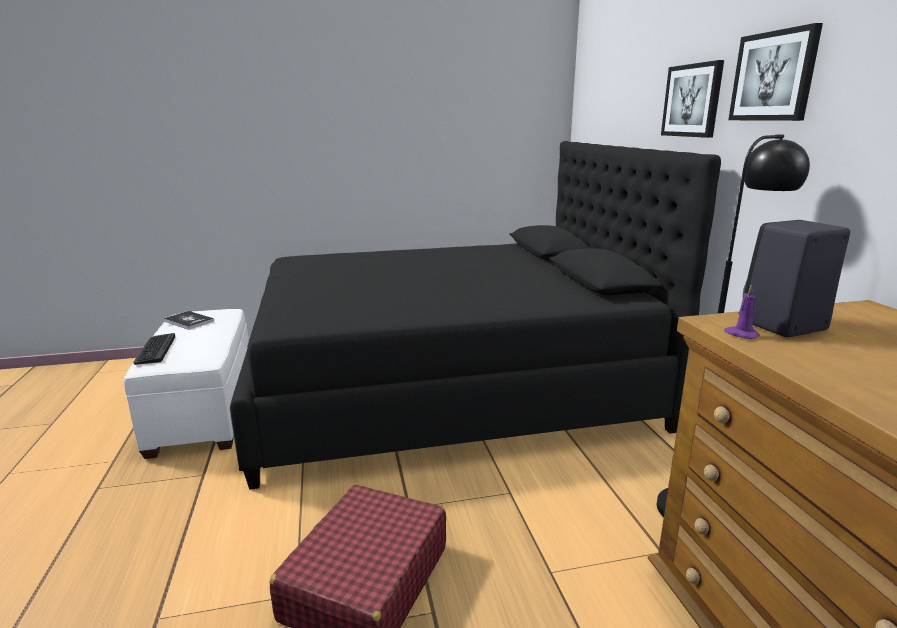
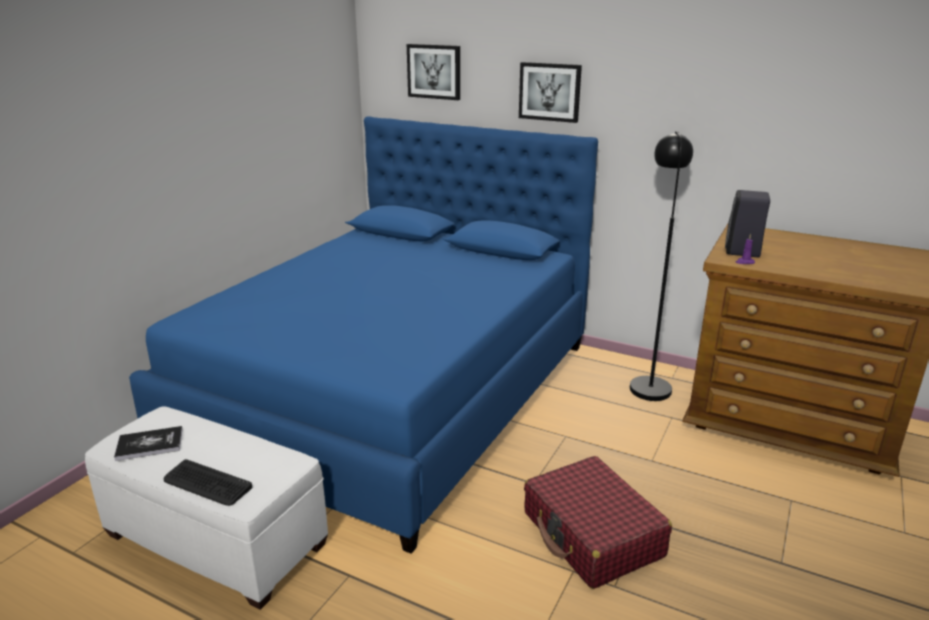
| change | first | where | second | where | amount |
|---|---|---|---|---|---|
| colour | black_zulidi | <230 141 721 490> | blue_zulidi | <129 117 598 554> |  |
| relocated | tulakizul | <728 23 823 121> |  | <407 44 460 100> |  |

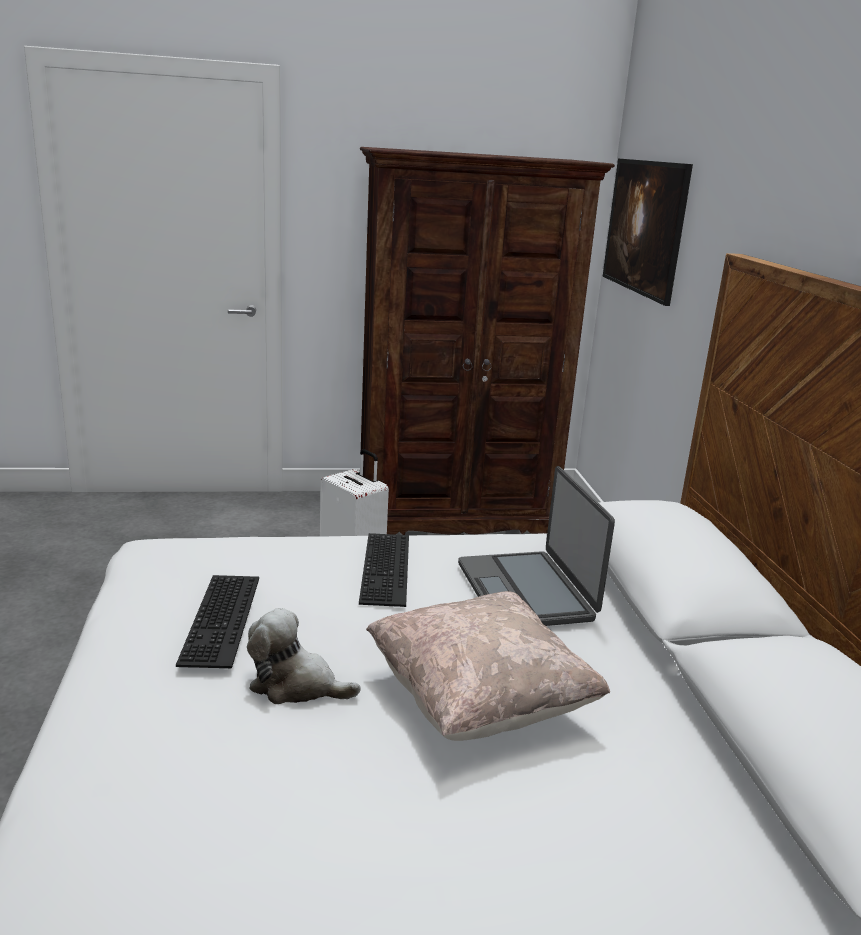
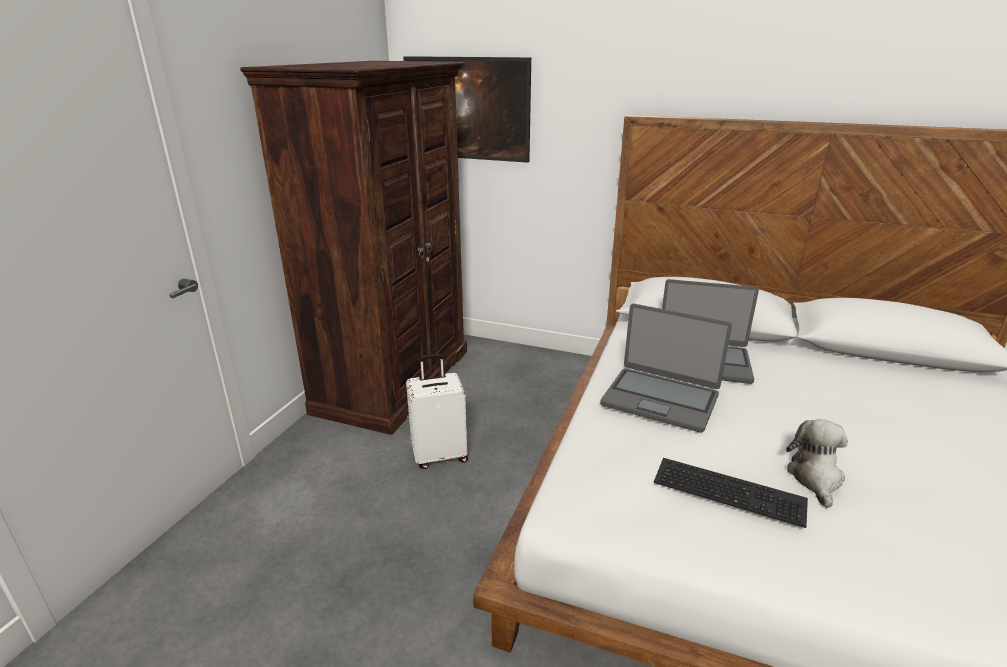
| change | first | where | second | where | amount |
|---|---|---|---|---|---|
| spun | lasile | <247 608 360 704> |  | <786 419 848 508> | 150 degrees clockwise |
| exchanged | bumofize | <359 533 409 607> | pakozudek | <600 304 732 433> |  |
| missing | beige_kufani | <366 591 610 741> |  |  |  |

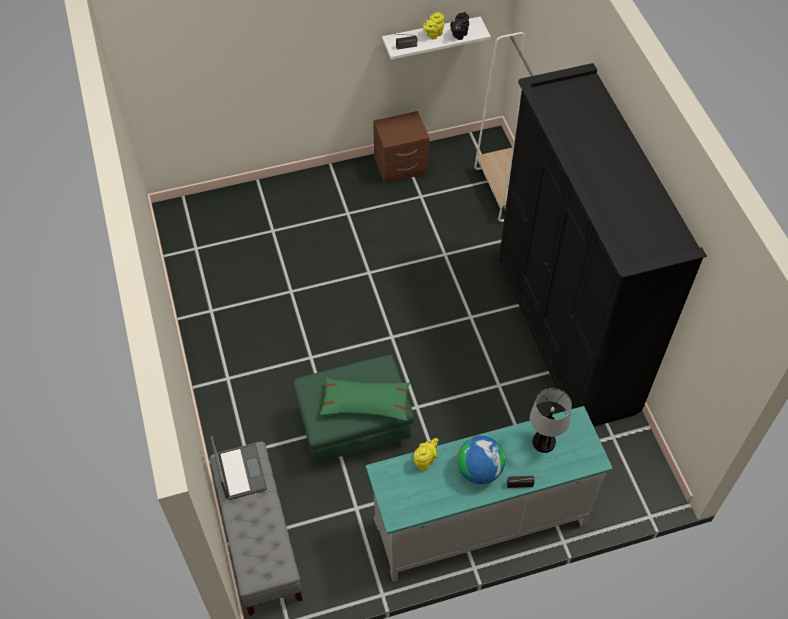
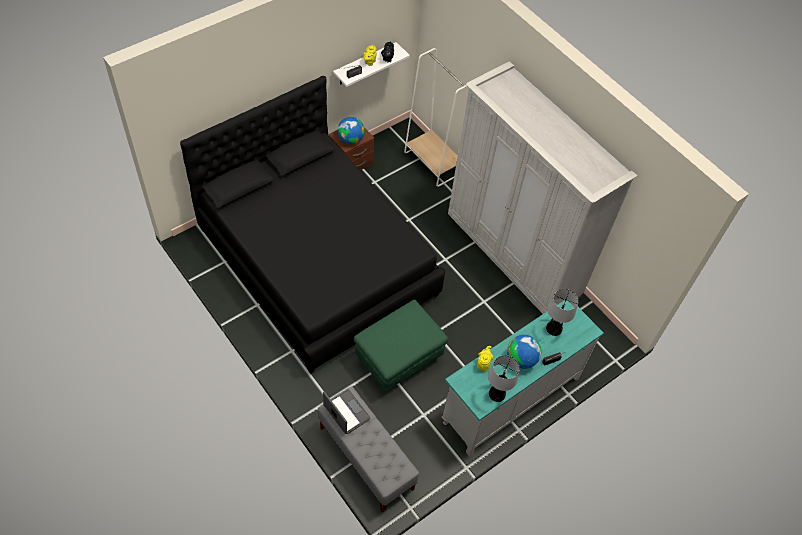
| change | first | where | second | where | amount |
|---|---|---|---|---|---|
| missing | green_kufani | <320 378 410 421> |  |  |  |
| colour | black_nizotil | <499 63 707 427> | white_nizotil | <448 61 637 314> |  |
| appeared |  |  | black_zulidi | <180 76 445 374> |  |
| appeared |  |  | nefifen | <338 117 365 144> |  |
| appeared |  |  | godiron | <488 355 520 402> |  |

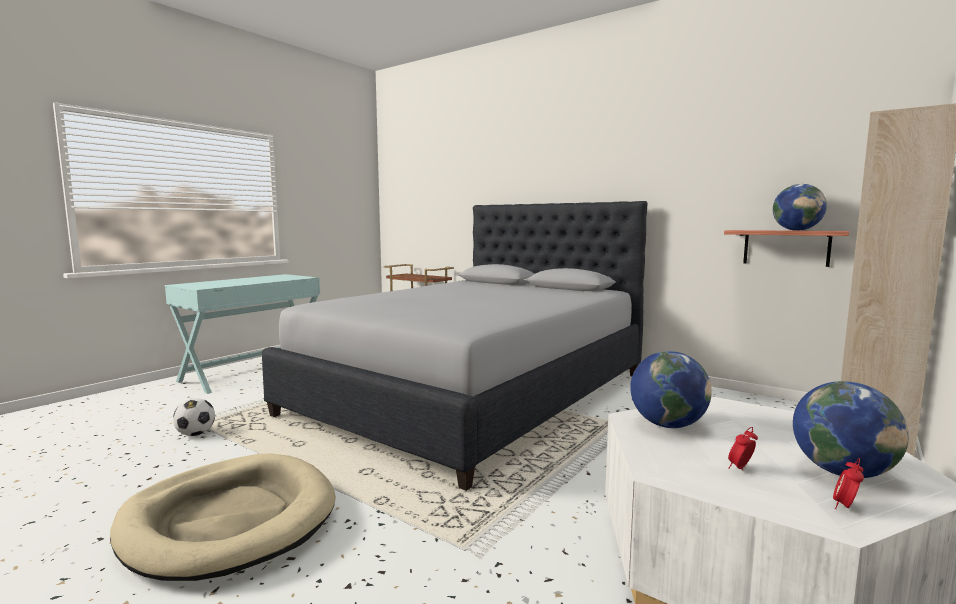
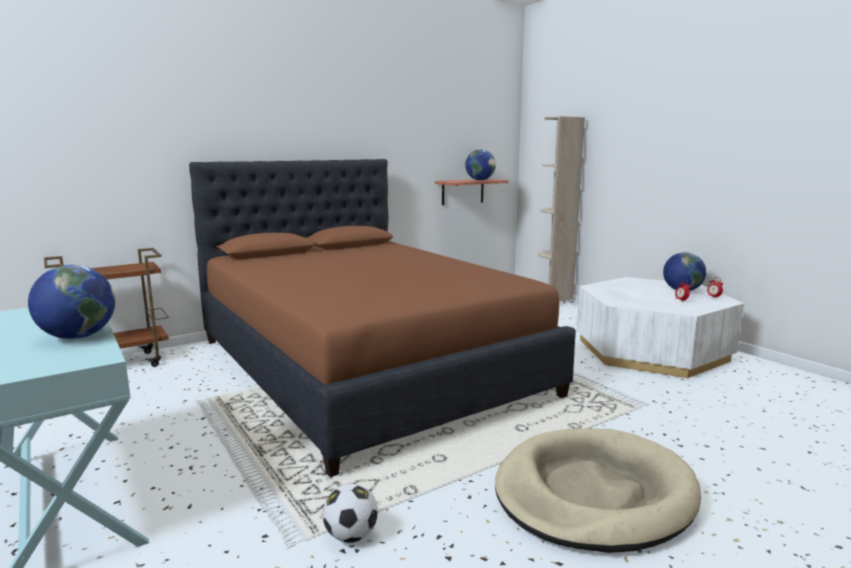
| change | first | where | second | where | amount |
|---|---|---|---|---|---|
| colour | grey_zulidi | <262 201 648 491> | brown_zulidi | <189 159 576 477> |  |
| relocated | nefifen | <630 351 712 428> |  | <28 265 115 339> |  |

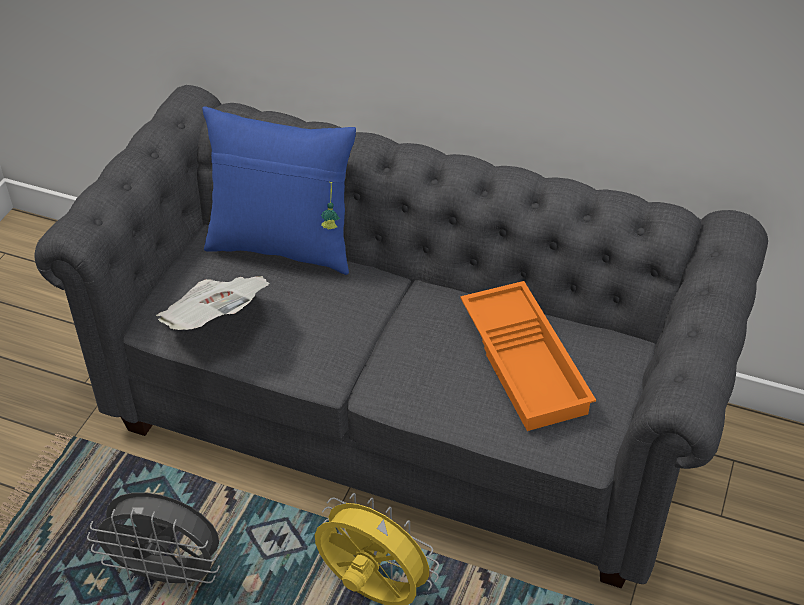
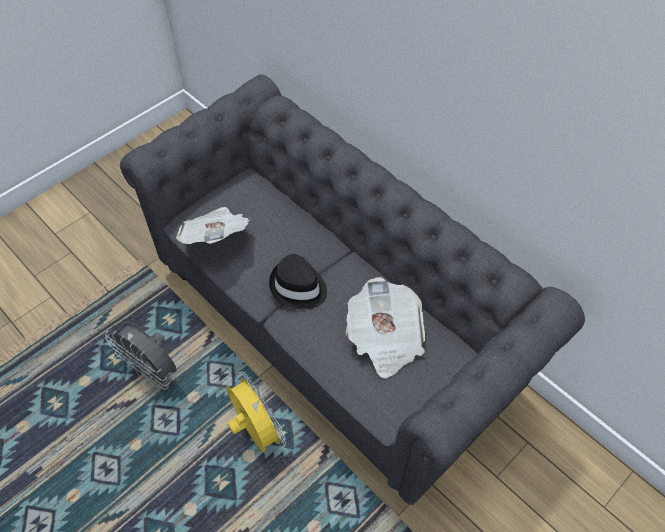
| change | first | where | second | where | amount |
|---|---|---|---|---|---|
| missing | blue_kufani | <202 106 356 275> |  |  |  |
| exchanged | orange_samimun | <460 281 596 431> | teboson | <346 277 425 379> |  |
| appeared |  |  | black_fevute | <269 254 327 310> |  |

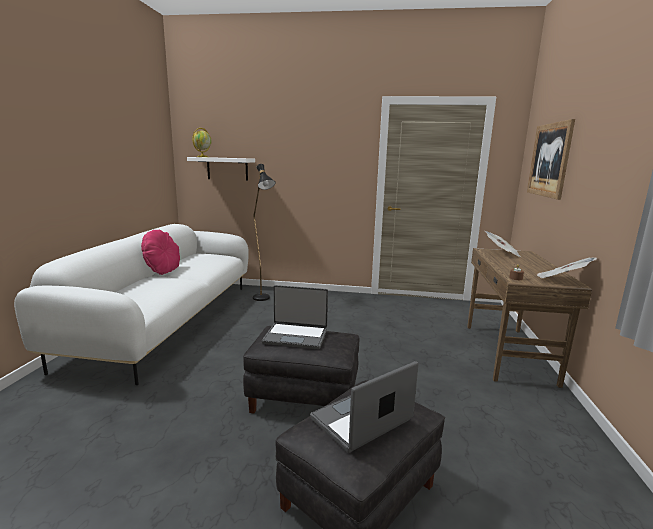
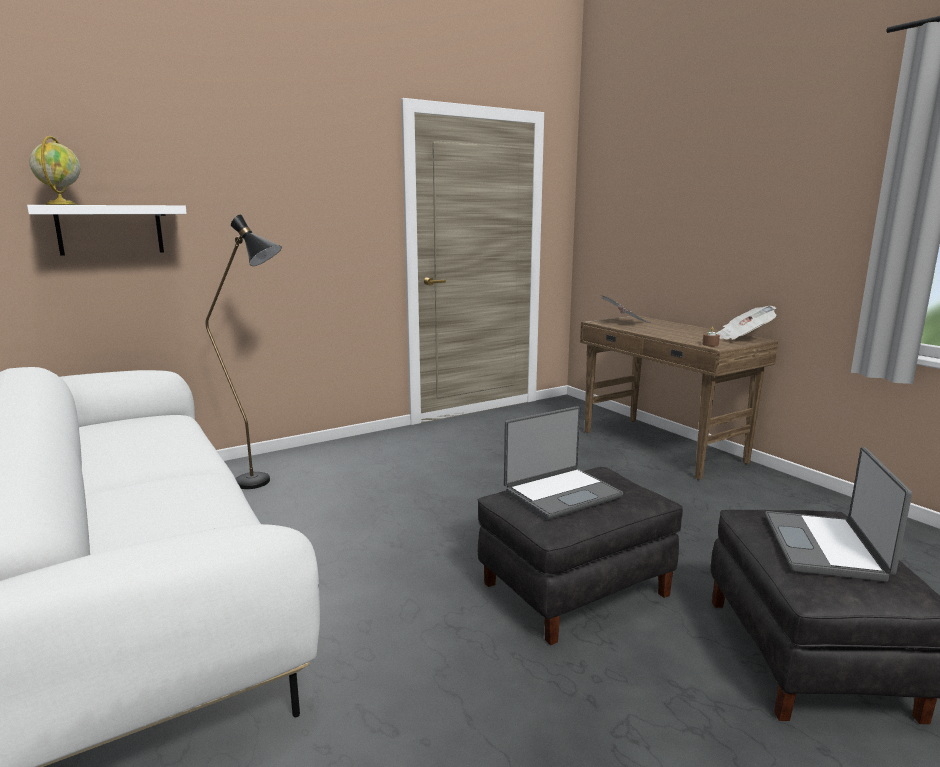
| change | first | where | second | where | amount |
|---|---|---|---|---|---|
| missing | pink_kufani | <141 230 180 275> |  |  |  |
| missing | tulakizul | <527 119 575 200> |  |  |  |

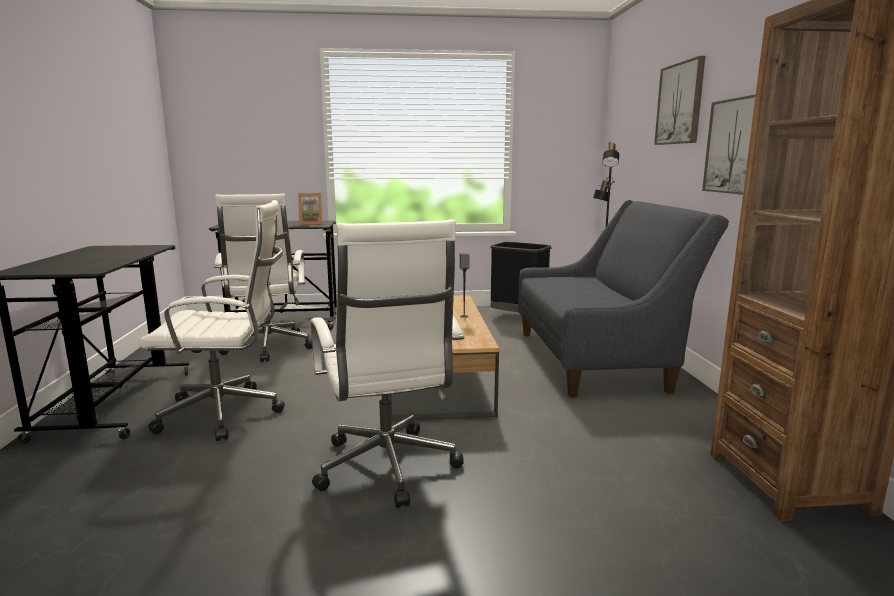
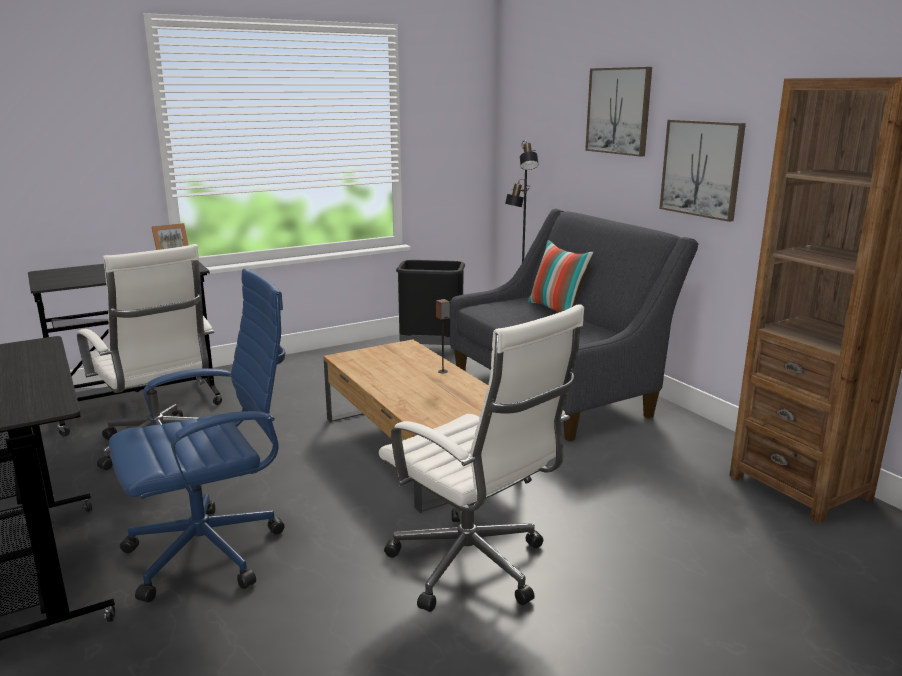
| change | first | where | second | where | amount |
|---|---|---|---|---|---|
| colour | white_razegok | <138 200 285 441> | blue_razegok | <109 269 286 603> |  |
| appeared |  |  | kufani | <528 240 594 312> |  |

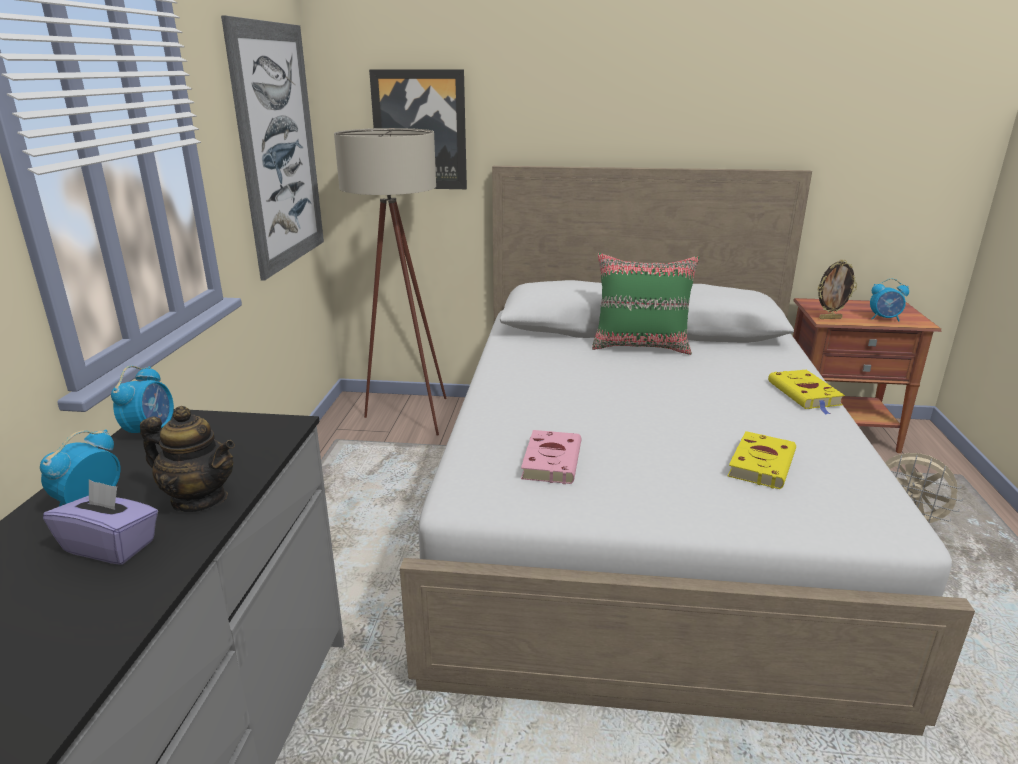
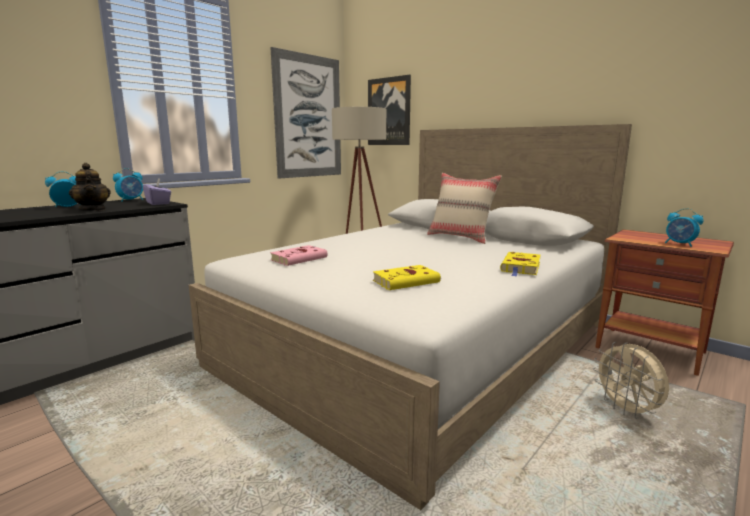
| change | first | where | second | where | amount |
|---|---|---|---|---|---|
| relocated | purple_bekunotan | <43 479 158 565> |  | <143 178 171 205> |  |
| colour | green_kufani | <592 253 699 355> | beige_kufani | <427 173 502 244> |  |
| missing | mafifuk | <817 259 857 319> |  |  |  |

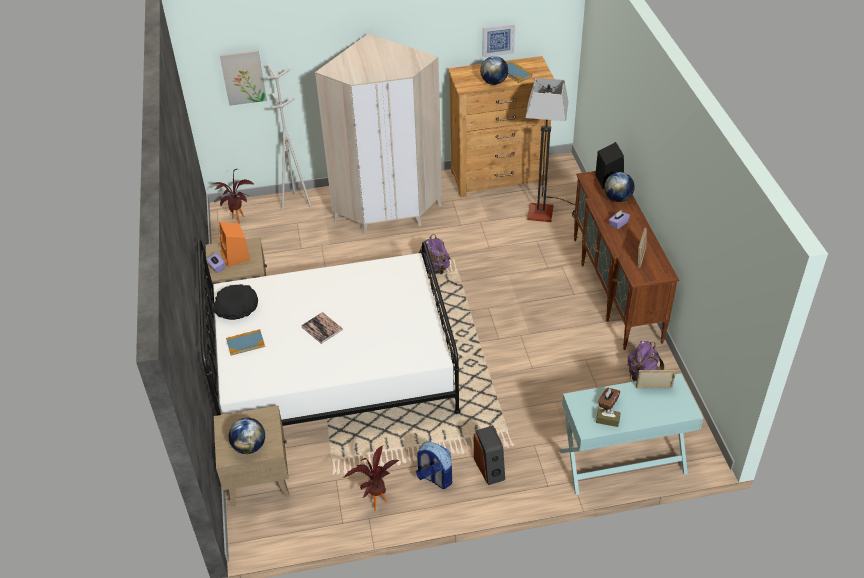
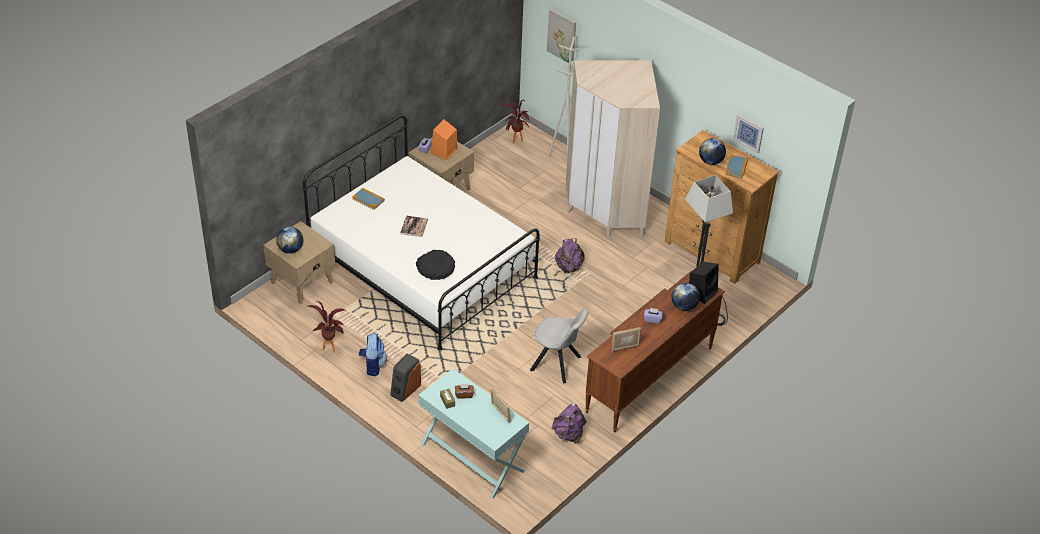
| change | first | where | second | where | amount |
|---|---|---|---|---|---|
| relocated | black_kufani | <213 284 258 320> |  | <416 250 455 280> |  |
| appeared |  |  | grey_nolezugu | <530 309 588 384> |  |

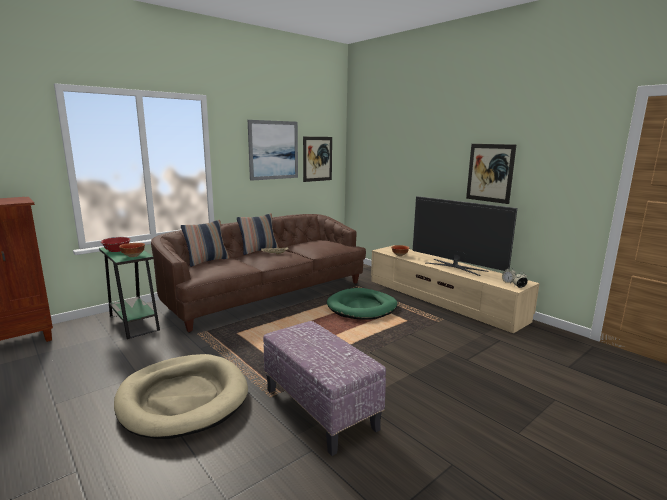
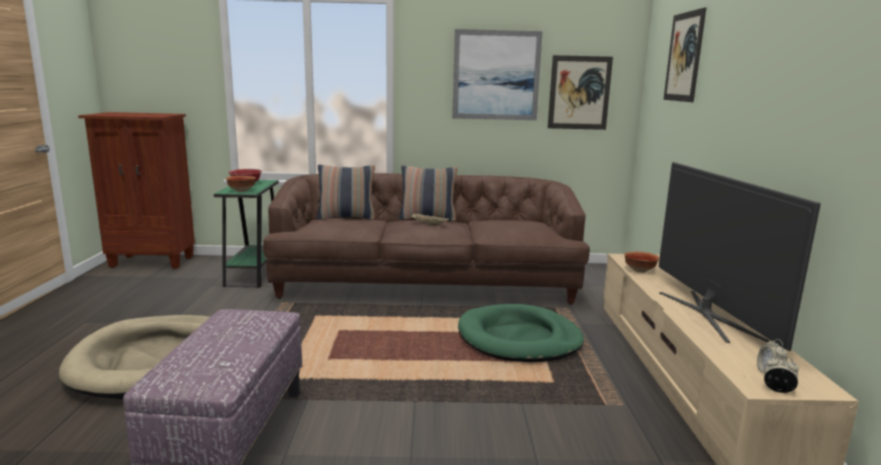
| change | first | where | second | where | amount |
|---|---|---|---|---|---|
| relocated | tulakizul | <466 144 516 204> |  | <663 7 706 102> |  |

